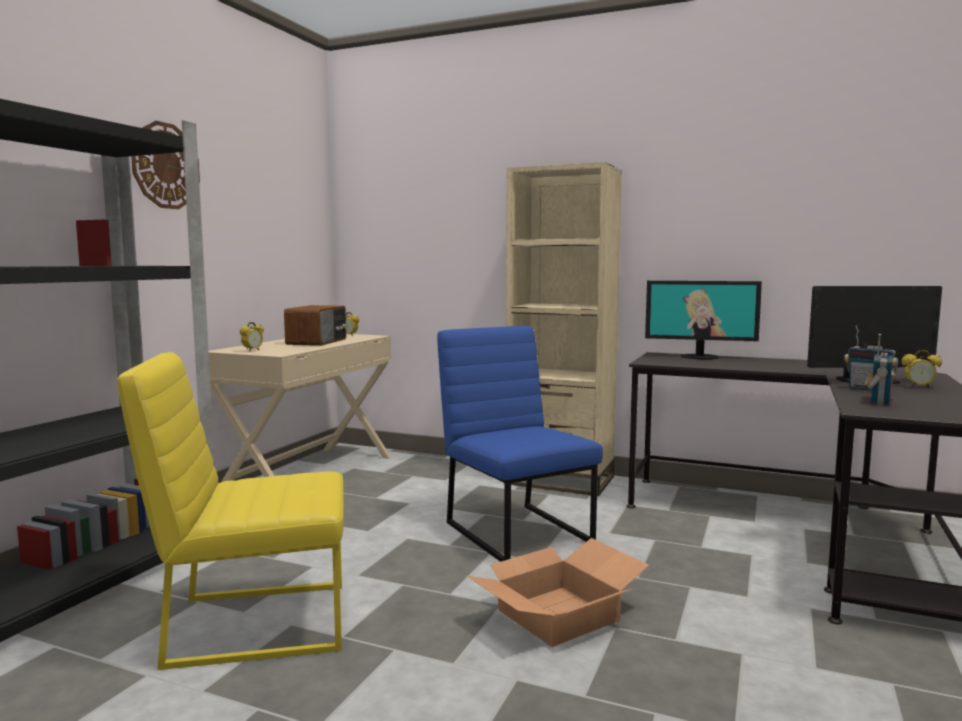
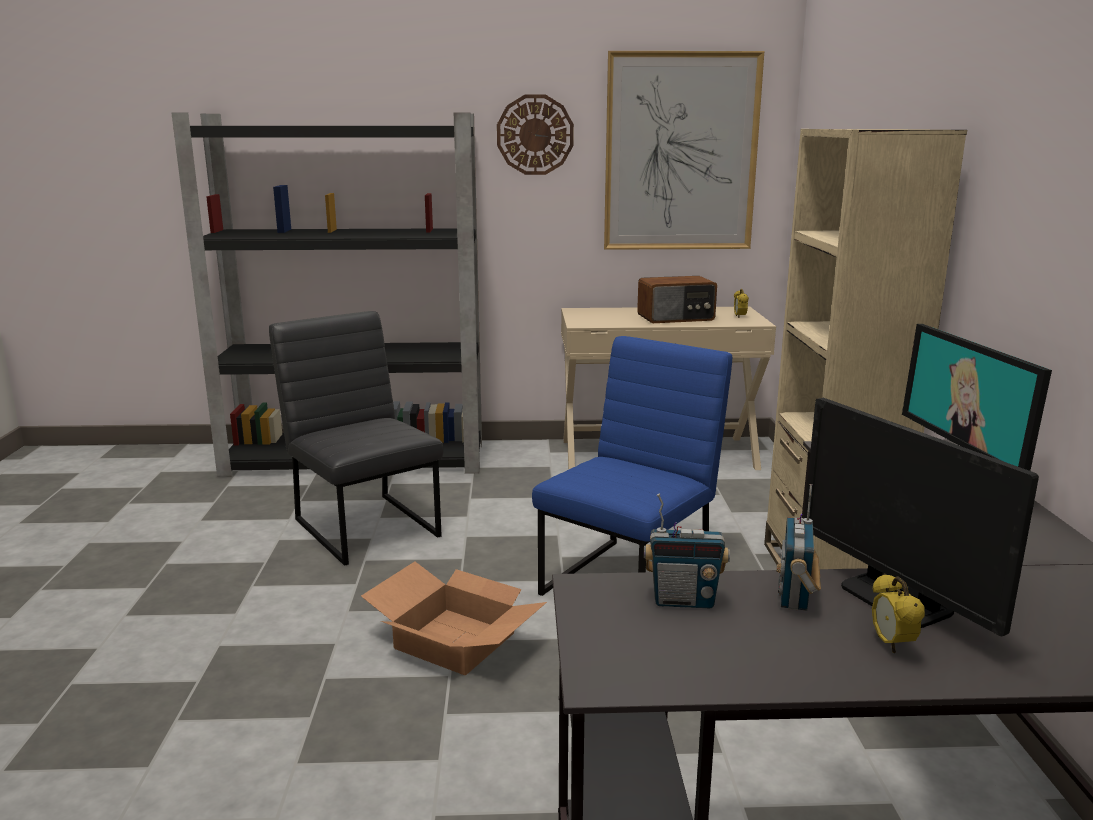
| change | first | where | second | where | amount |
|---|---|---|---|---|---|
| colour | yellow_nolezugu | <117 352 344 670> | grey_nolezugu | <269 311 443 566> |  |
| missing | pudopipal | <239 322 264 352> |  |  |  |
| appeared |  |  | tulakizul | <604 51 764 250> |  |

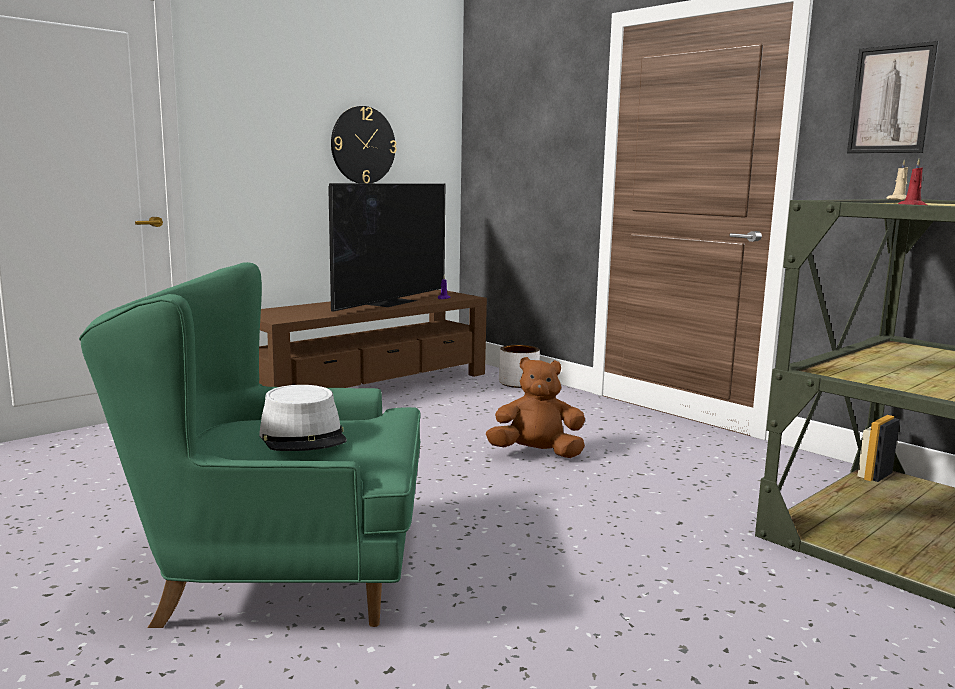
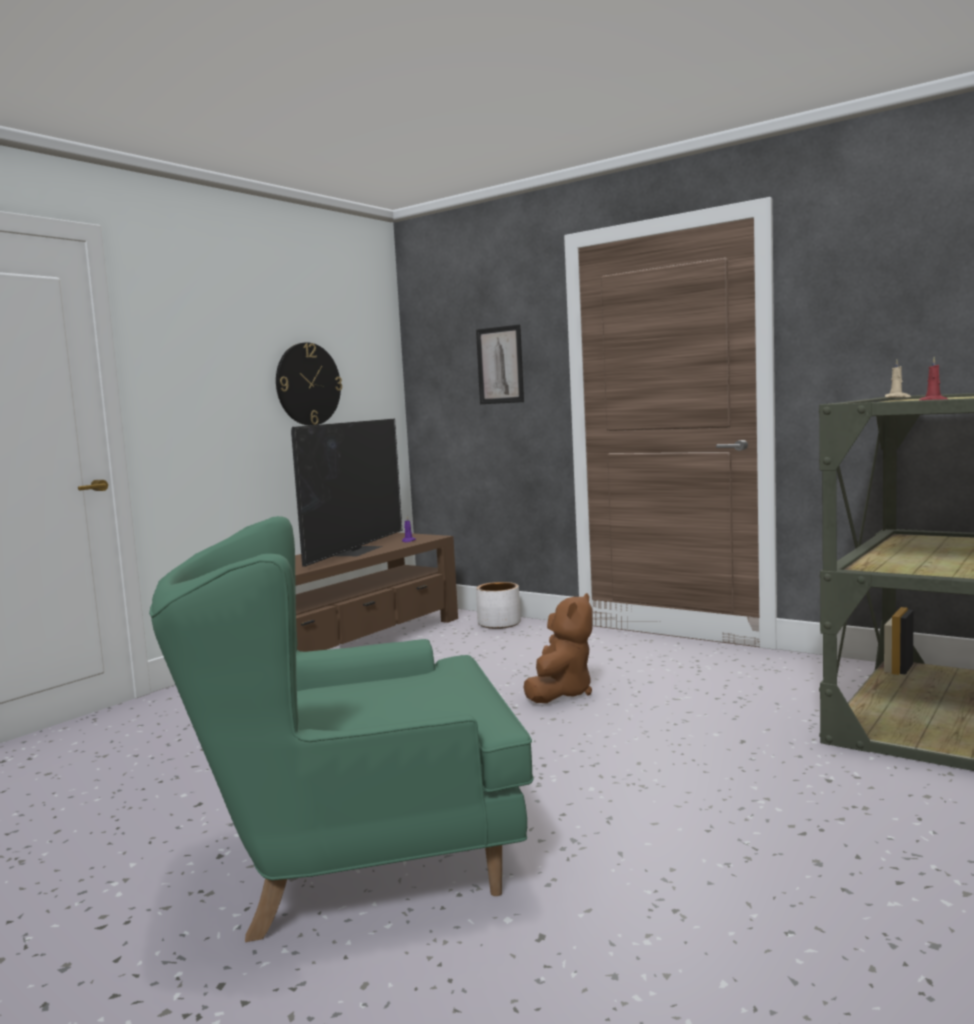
| change | first | where | second | where | amount |
|---|---|---|---|---|---|
| missing | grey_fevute | <259 385 347 451> |  |  |  |
| spun | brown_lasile | <486 357 585 458> |  | <524 593 592 703> | 120 degrees clockwise |
| relocated | tulakizul | <847 41 939 153> |  | <476 325 524 404> |  |

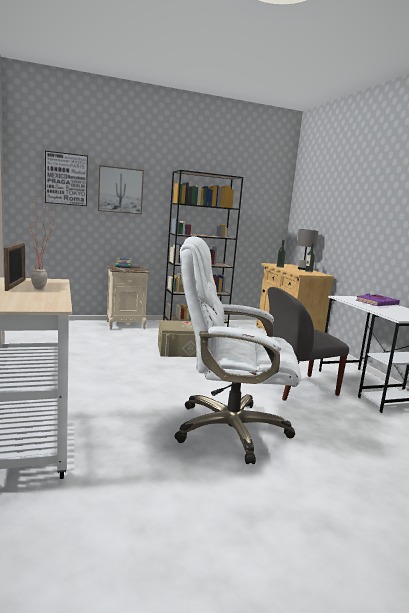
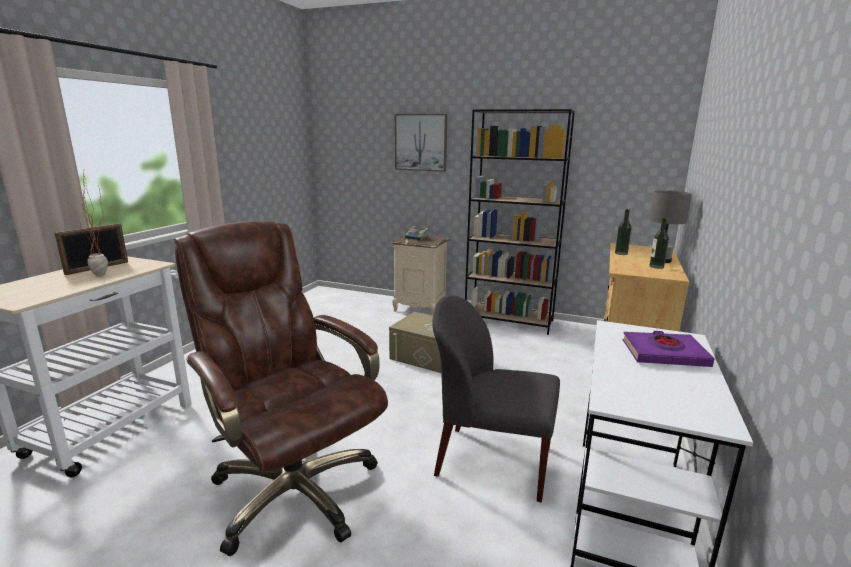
| change | first | where | second | where | amount |
|---|---|---|---|---|---|
| missing | tulakizul | <45 151 88 206> |  |  |  |
| colour | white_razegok | <174 236 301 464> | brown_razegok | <174 221 388 556> |  |

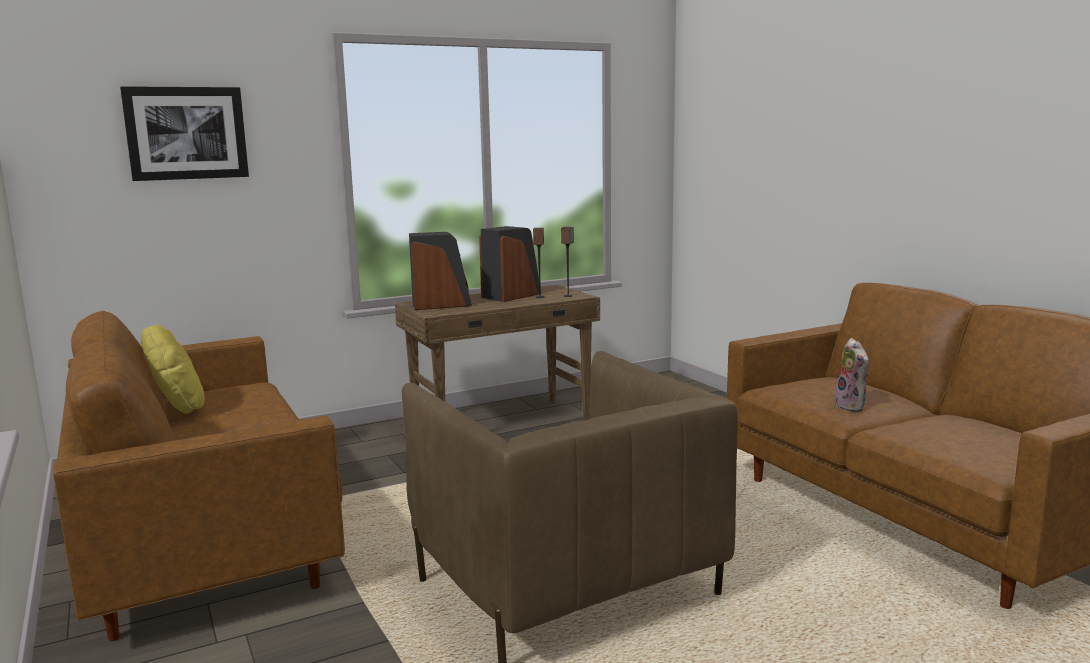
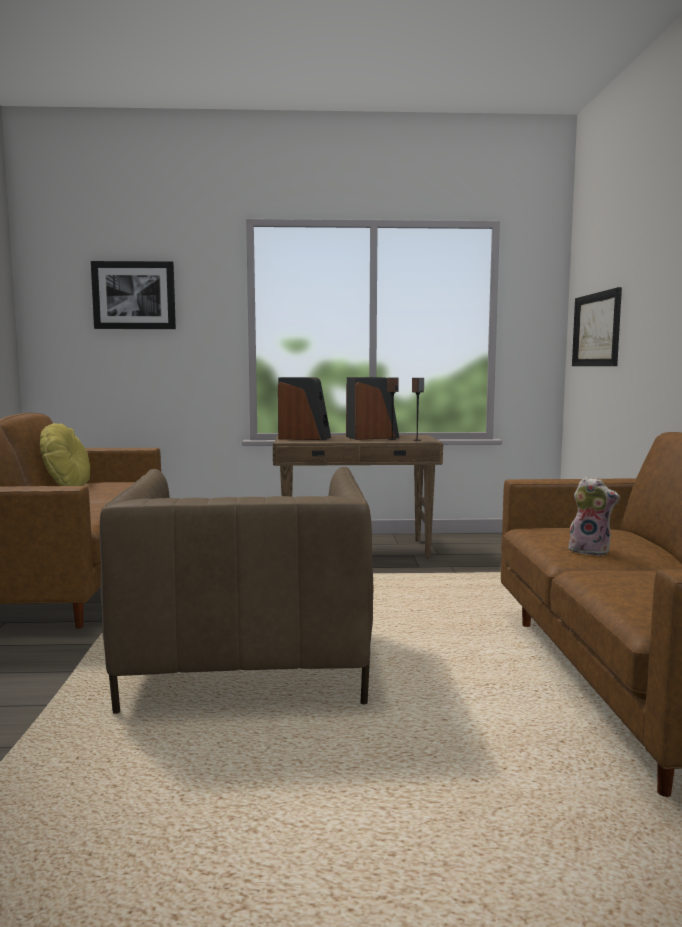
| change | first | where | second | where | amount |
|---|---|---|---|---|---|
| spun | lasile | <834 338 869 412> |  | <568 476 620 556> | 75 degrees counterclockwise |
| appeared |  |  | tulakizul | <572 287 622 366> |  |

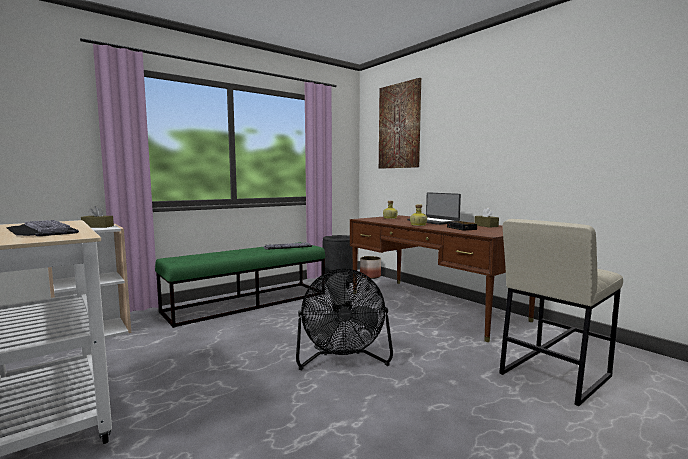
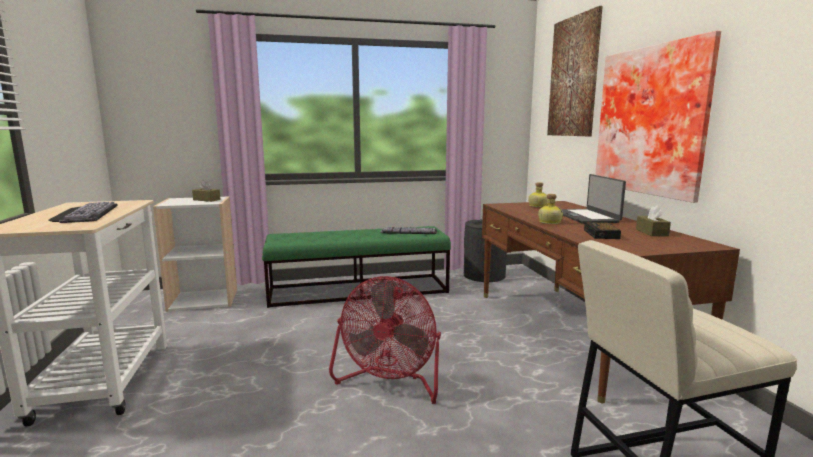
| change | first | where | second | where | amount |
|---|---|---|---|---|---|
| colour | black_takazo | <296 269 393 370> | red_takazo | <329 276 441 404> |  |
| missing | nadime | <360 256 381 279> |  |  |  |
| appeared |  |  | tulakizul | <595 31 721 203> |  |

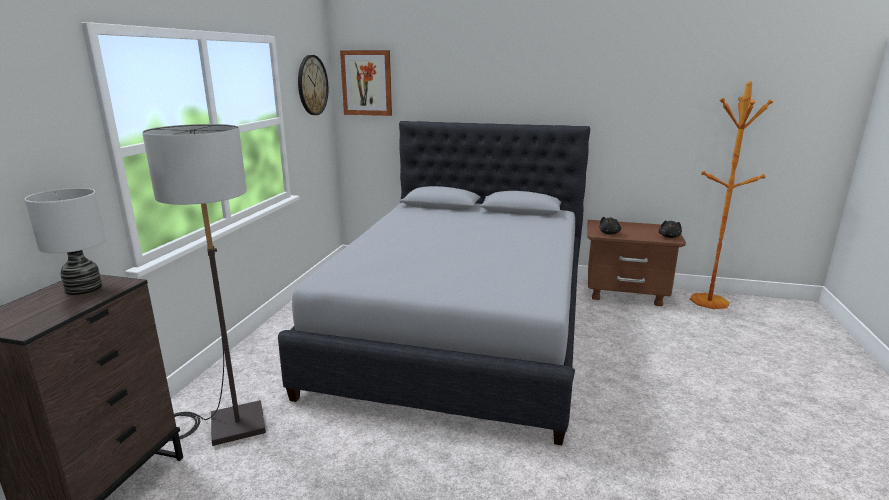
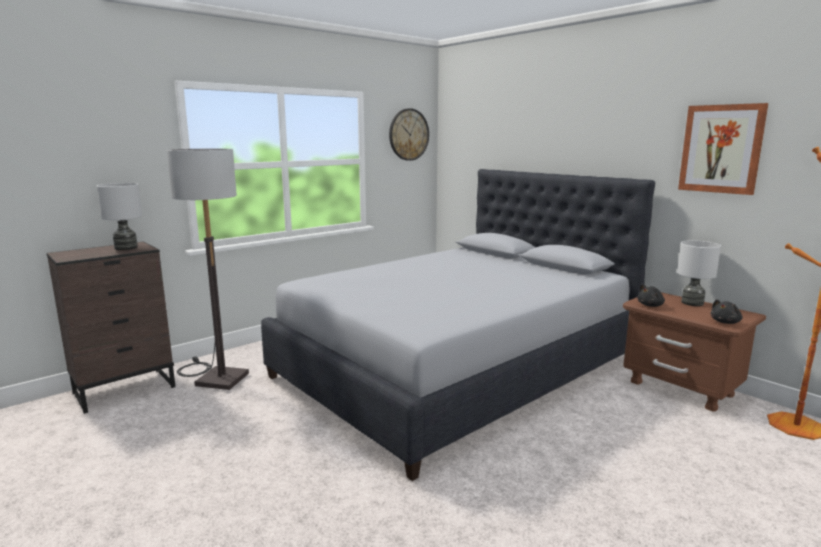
| change | first | where | second | where | amount |
|---|---|---|---|---|---|
| relocated | tulakizul | <340 50 392 116> |  | <678 103 769 195> |  |
| appeared |  |  | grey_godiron | <677 240 721 306> |  |

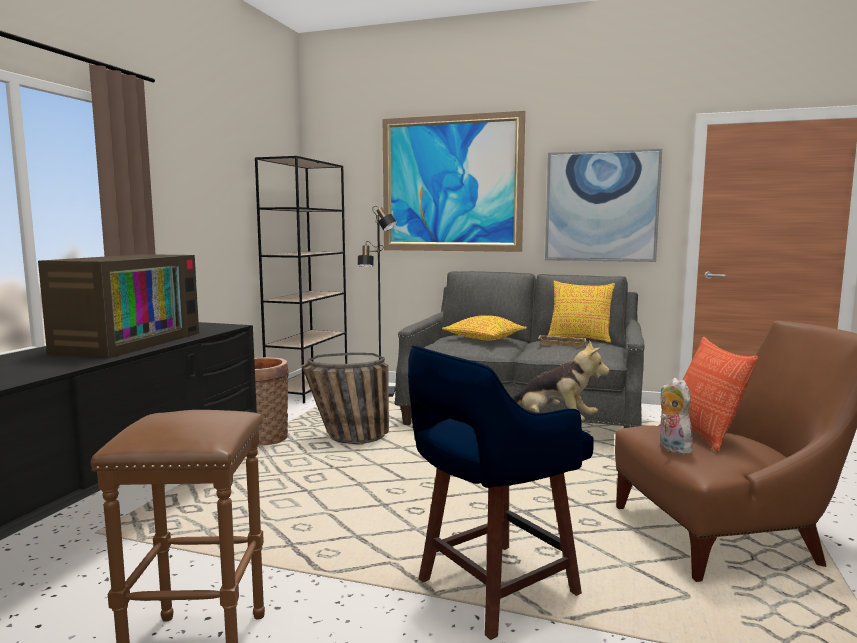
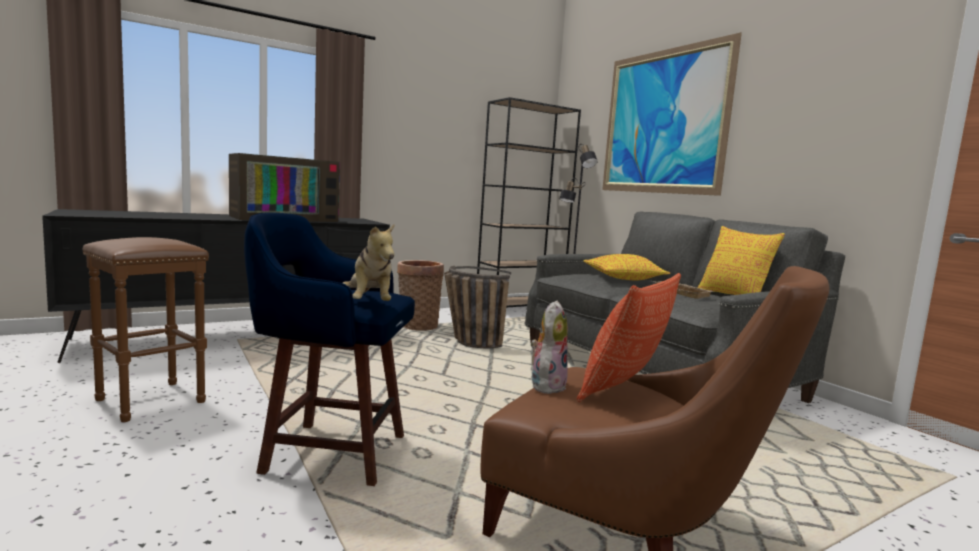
| change | first | where | second | where | amount |
|---|---|---|---|---|---|
| missing | tulakizul | <545 149 662 262> |  |  |  |

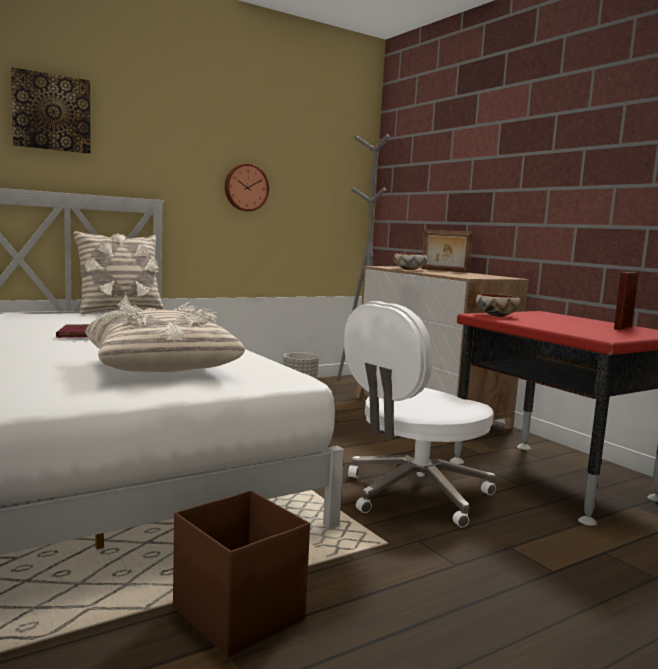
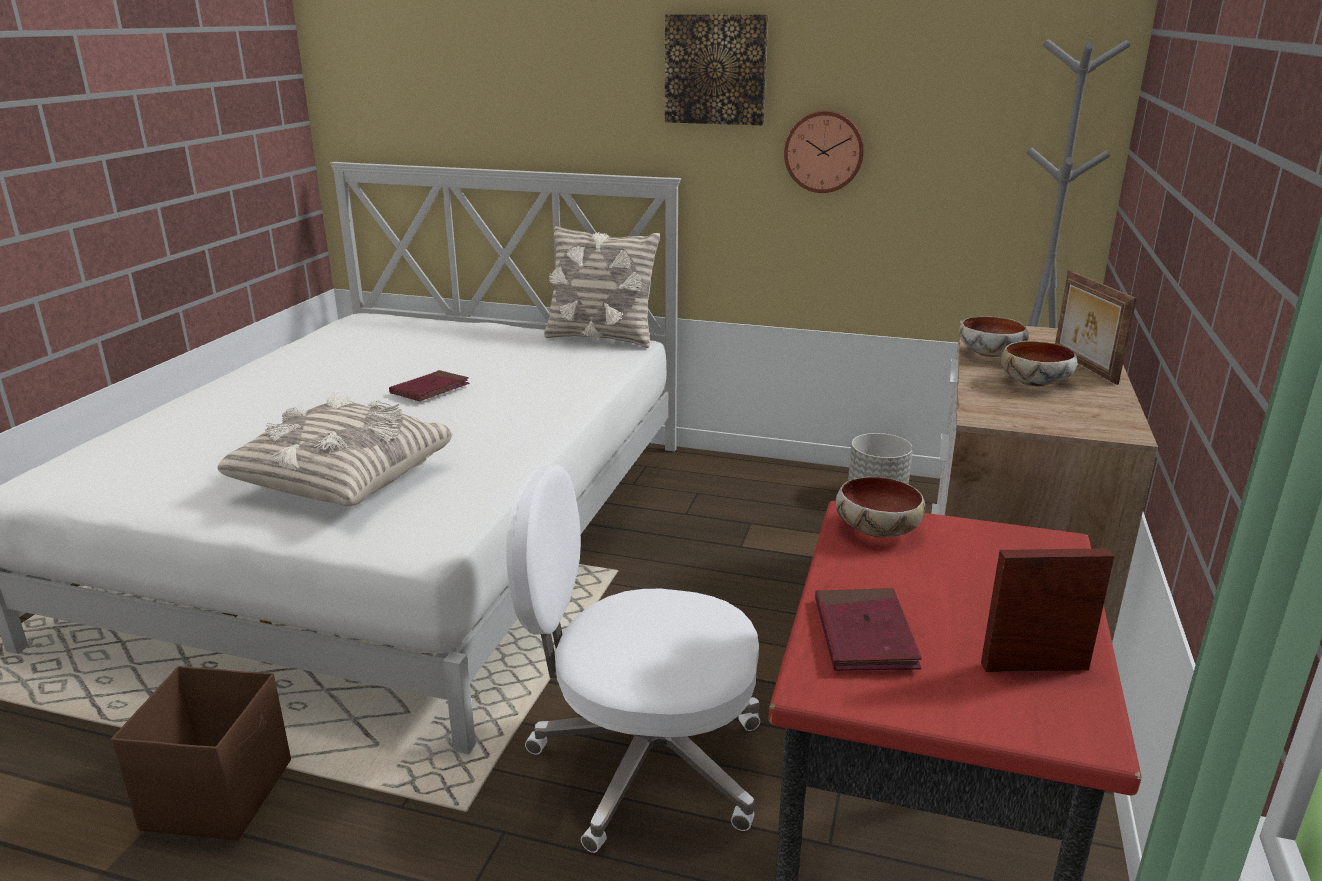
| change | first | where | second | where | amount |
|---|---|---|---|---|---|
| relocated | tulakizul | <11 67 91 154> |  | <665 14 768 125> |  |
| appeared |  |  | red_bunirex | <815 588 922 671> |  |
| appeared |  |  | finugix | <1000 341 1078 387> |  |

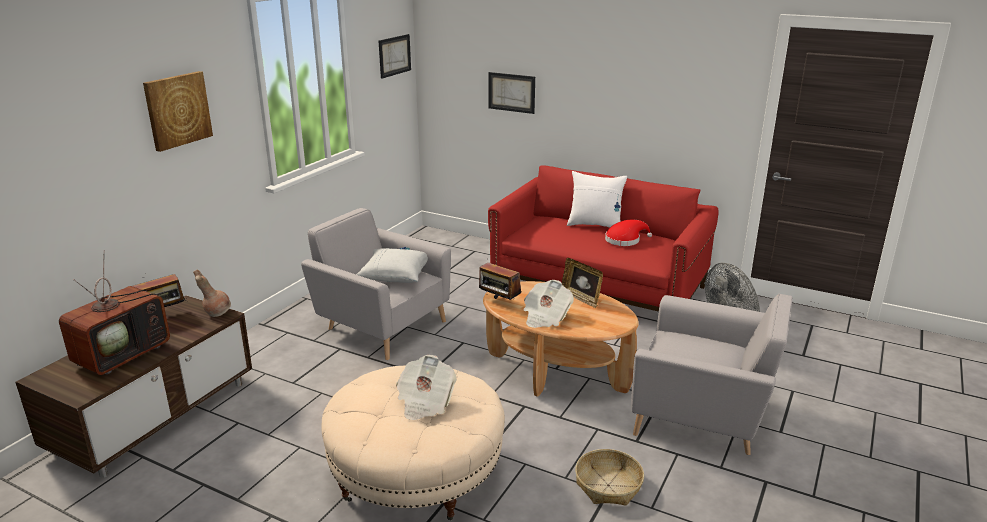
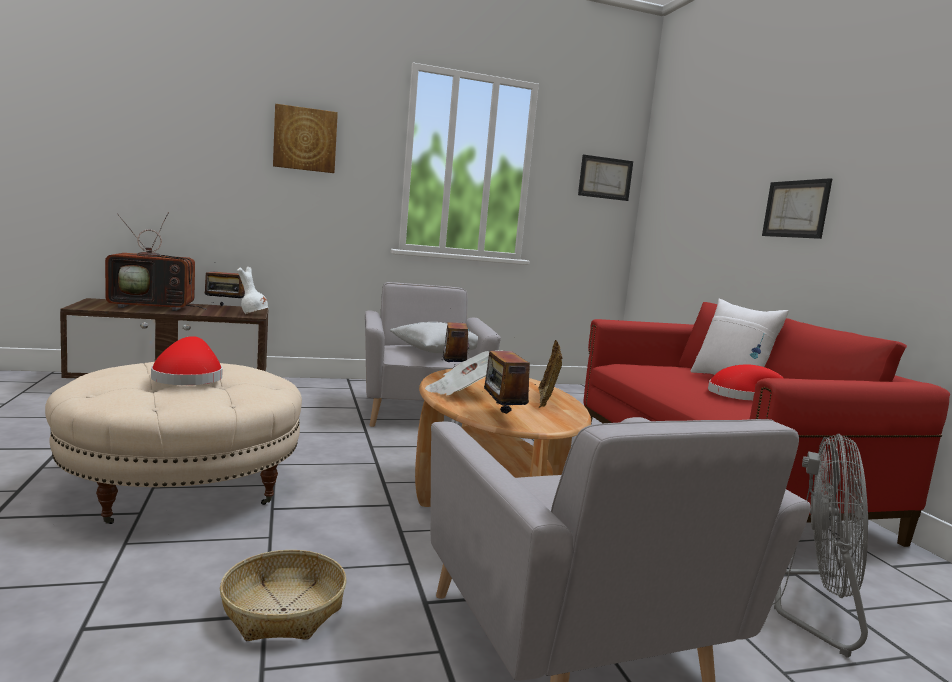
| change | first | where | second | where | amount |
|---|---|---|---|---|---|
| colour | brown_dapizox | <193 270 231 317> | white_dapizox | <237 267 268 314> |  |
| exchanged | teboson | <396 355 457 420> | red_fevute | <151 336 223 385> |  |
| relocated | tulakizul | <488 72 535 114> |  | <762 178 832 239> |  |
| appeared |  |  | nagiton | <484 334 536 414> |  |

